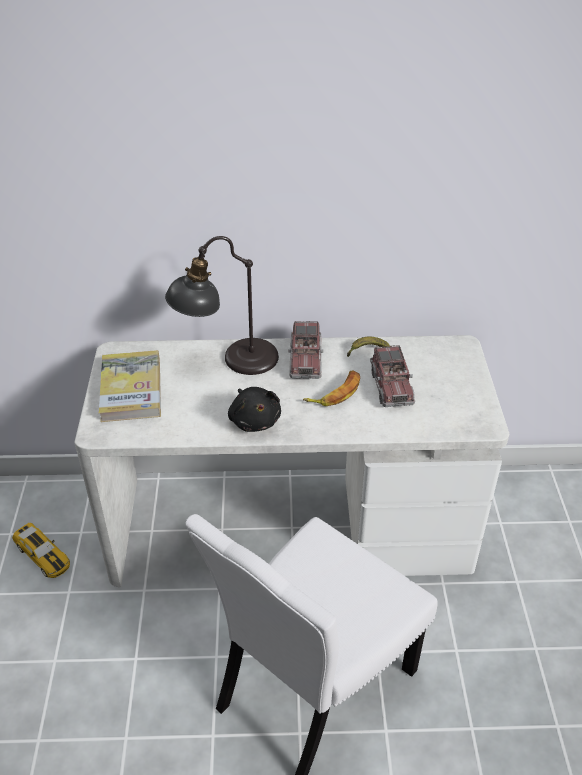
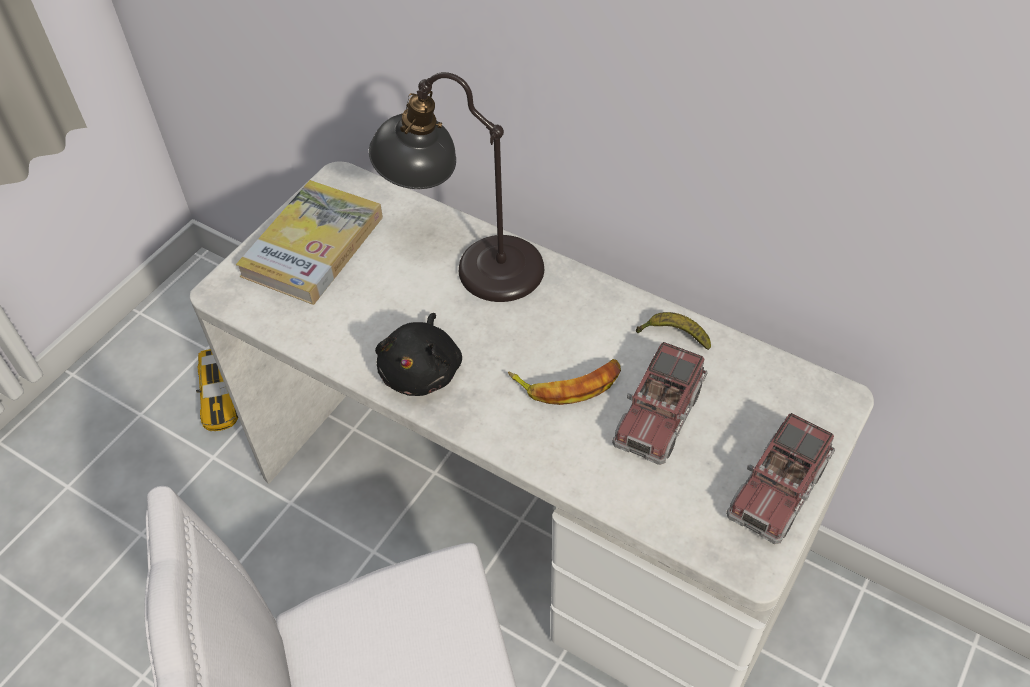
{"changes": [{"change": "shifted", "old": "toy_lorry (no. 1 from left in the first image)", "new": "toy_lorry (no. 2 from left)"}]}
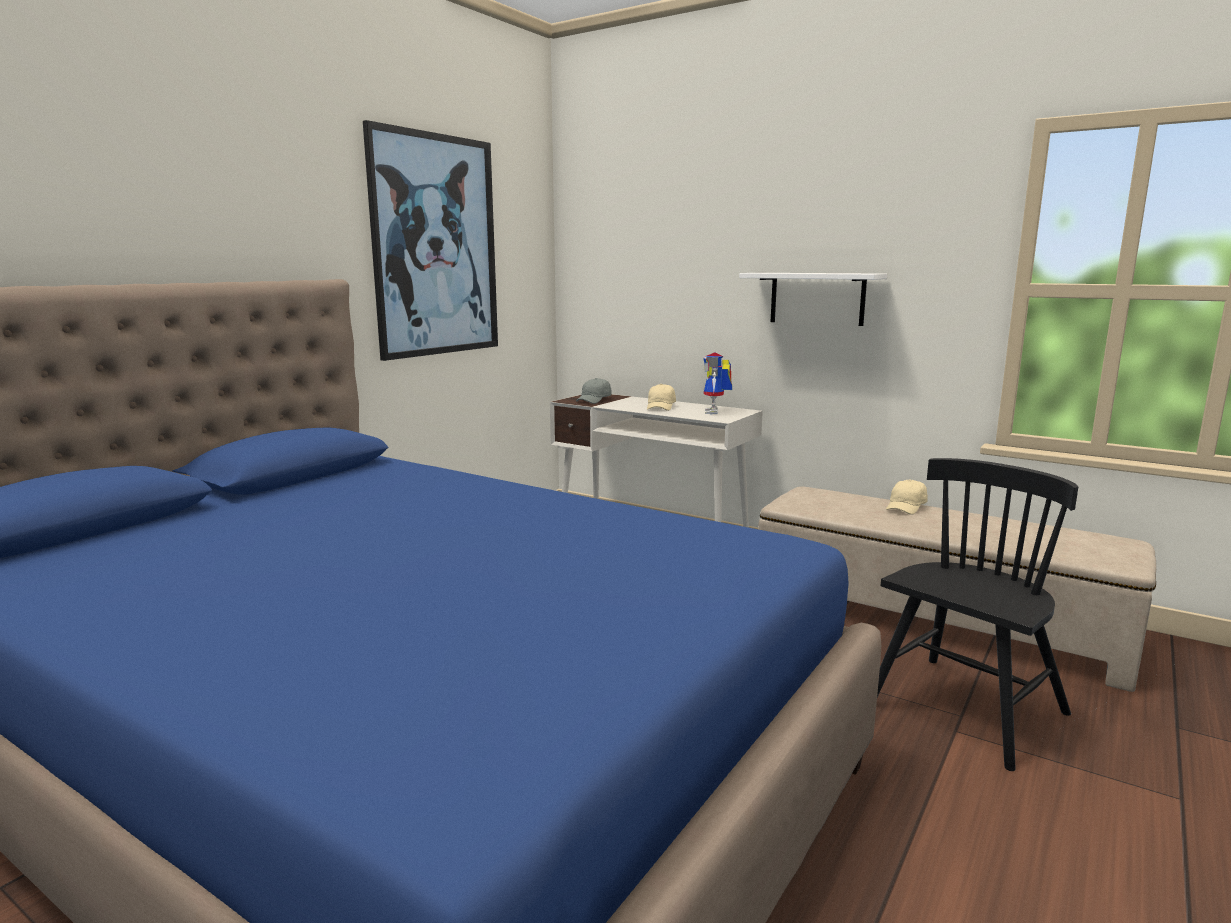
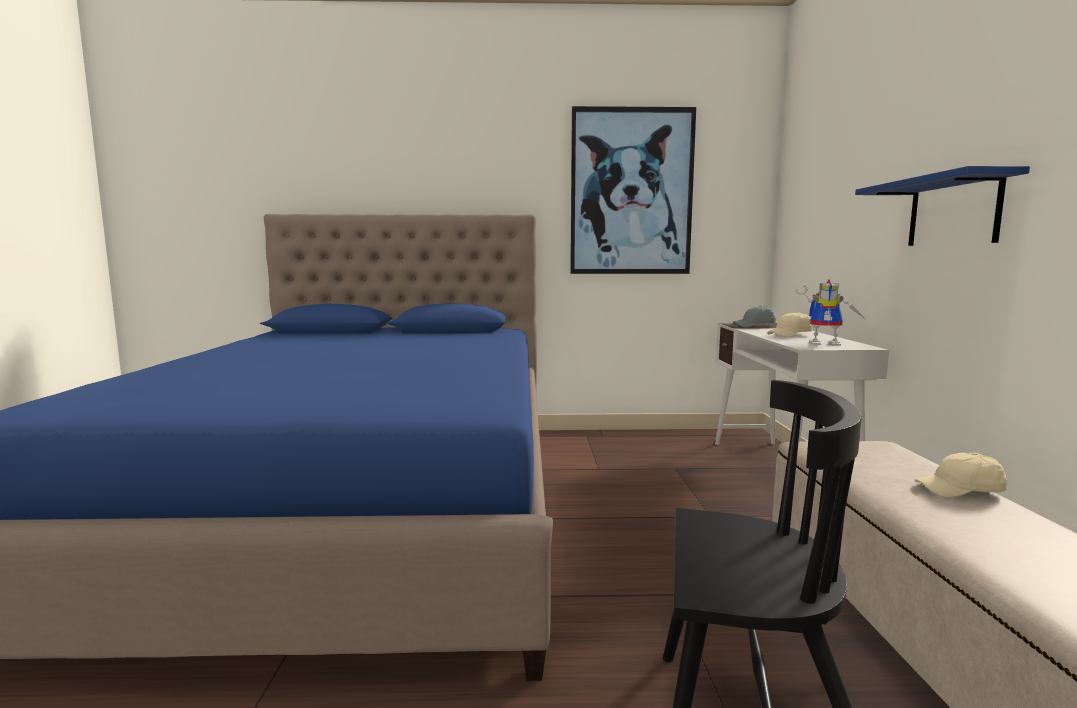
{"changes": [{"change": "rotated", "old": "robot_figure", "degrees": -135}, {"change": "repainted", "old": "white_wall_shelf", "new": "blue_wall_shelf"}]}
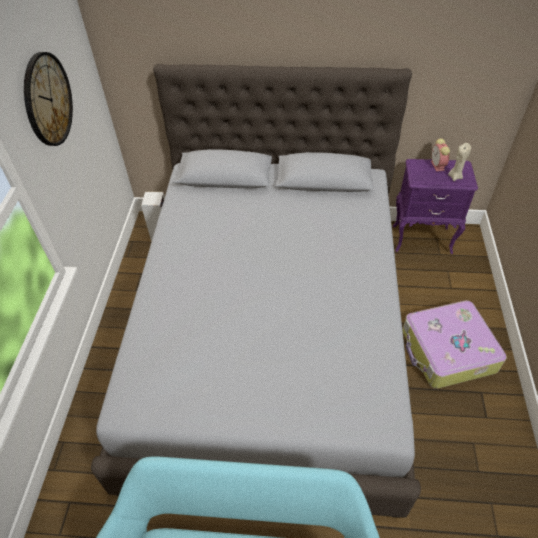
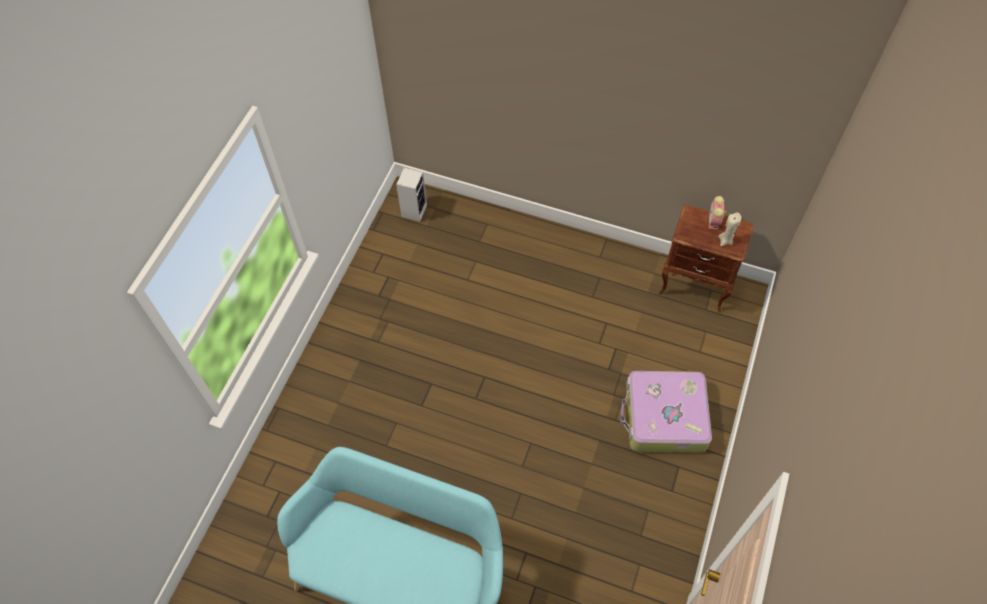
{"changes": [{"change": "gone", "old": "clock_on_the_wall"}, {"change": "gone", "old": "greyish_bed"}, {"change": "repainted", "old": "purple_nightstand", "new": "brown-coloured_nightstand"}]}
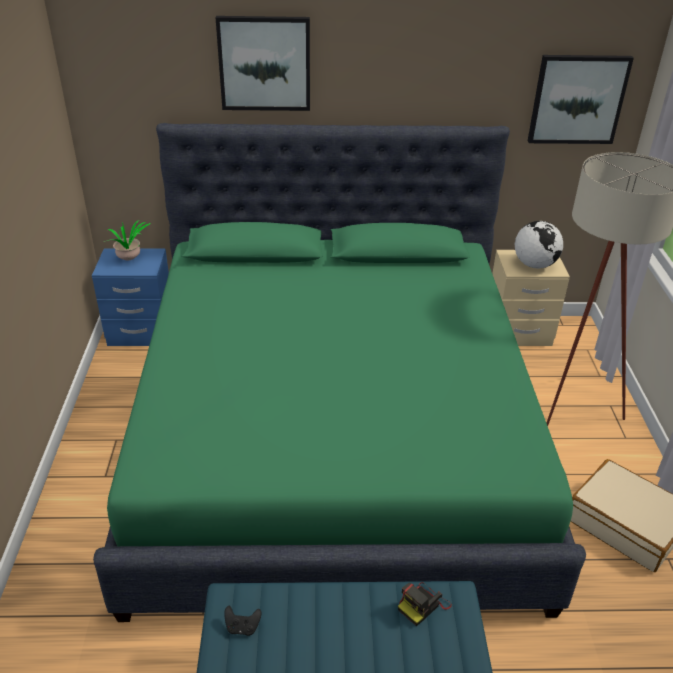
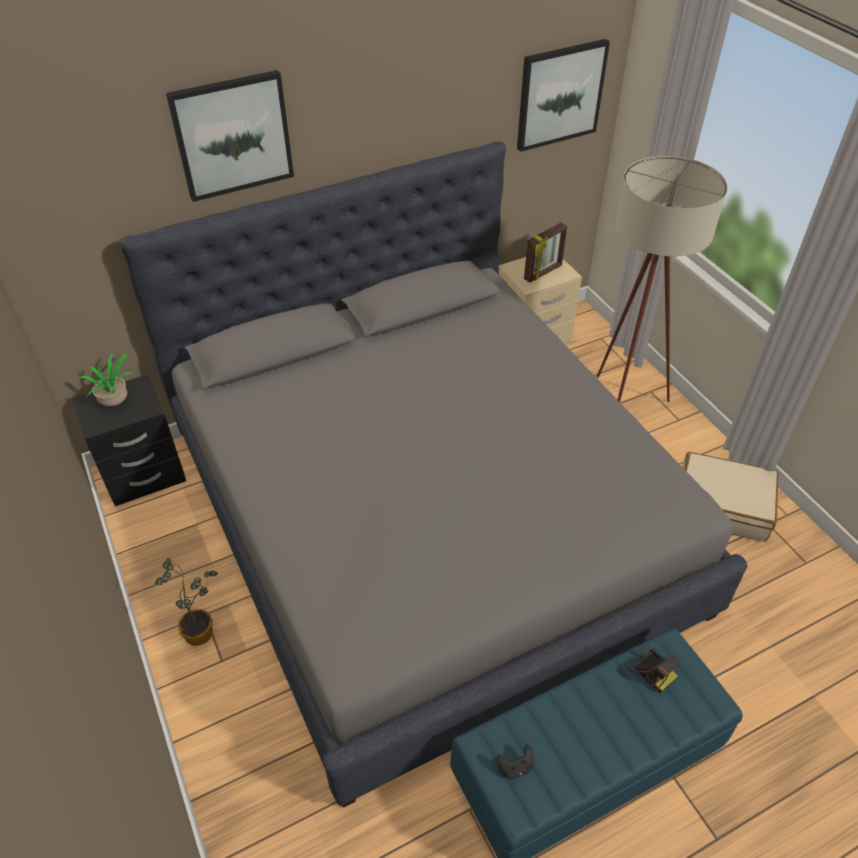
{"changes": [{"change": "repainted", "old": "blue_nightstand", "new": "black-coloured_nightstand"}, {"change": "repainted", "old": "greenish_bed", "new": "greyish_bed"}, {"change": "rotated", "old": "photo_camera", "degrees": -60}, {"change": "swapped", "old": "world_globe", "new": "photo_frame"}, {"change": "new", "new": "houseplant (no. 2 from left)"}]}
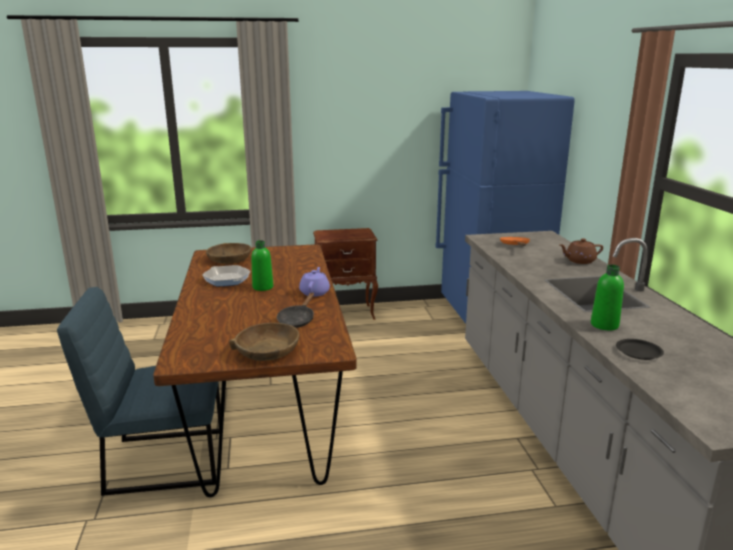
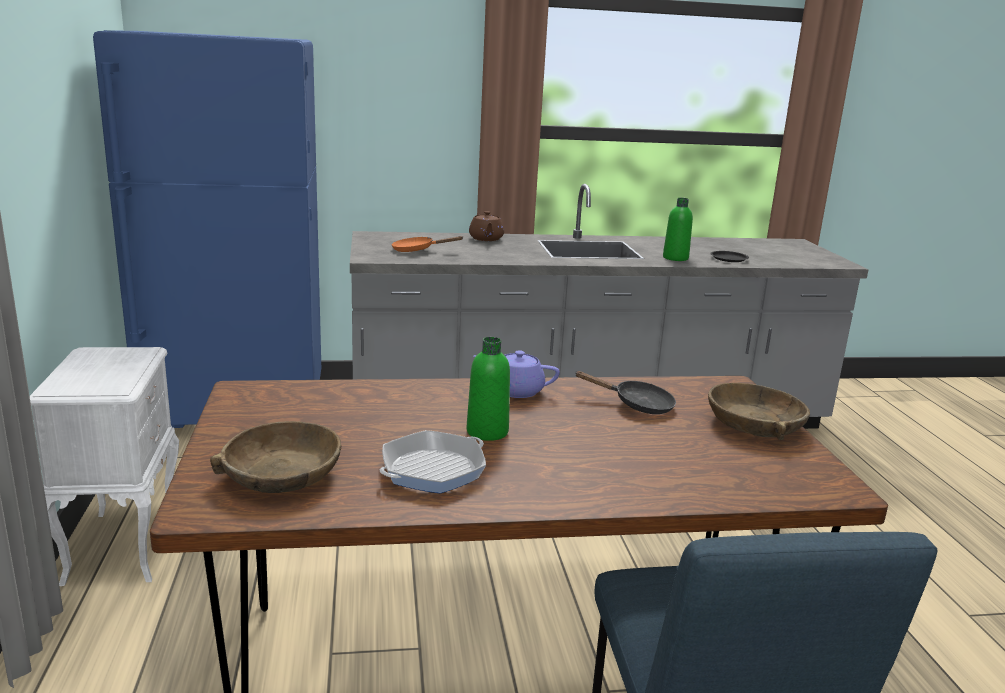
{"changes": [{"change": "repainted", "old": "brown-coloured_nightstand", "new": "white_nightstand"}]}
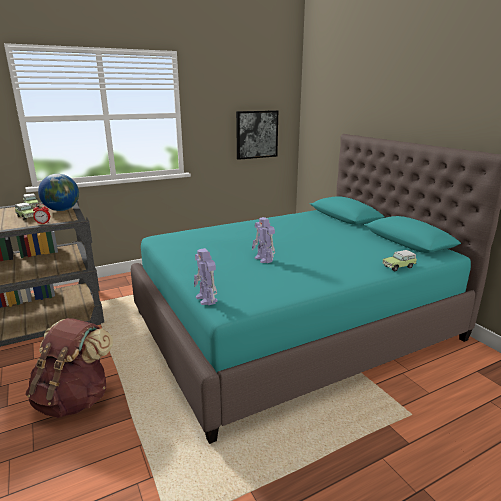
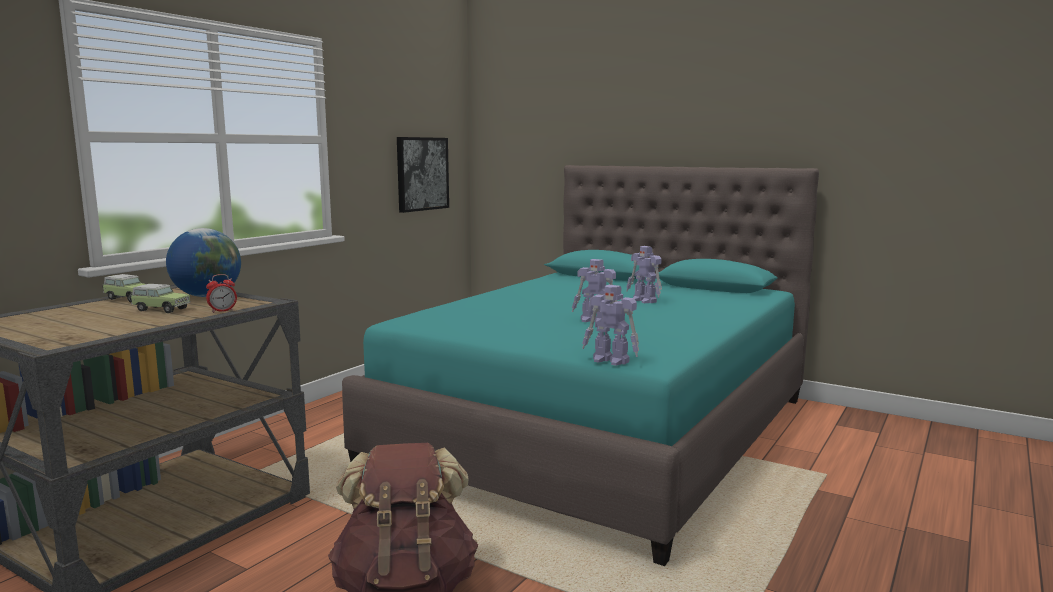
{"changes": [{"change": "gone", "old": "toy_car (no. 3 from left)"}, {"change": "new", "new": "robot_figure (no. 3 from left)"}]}
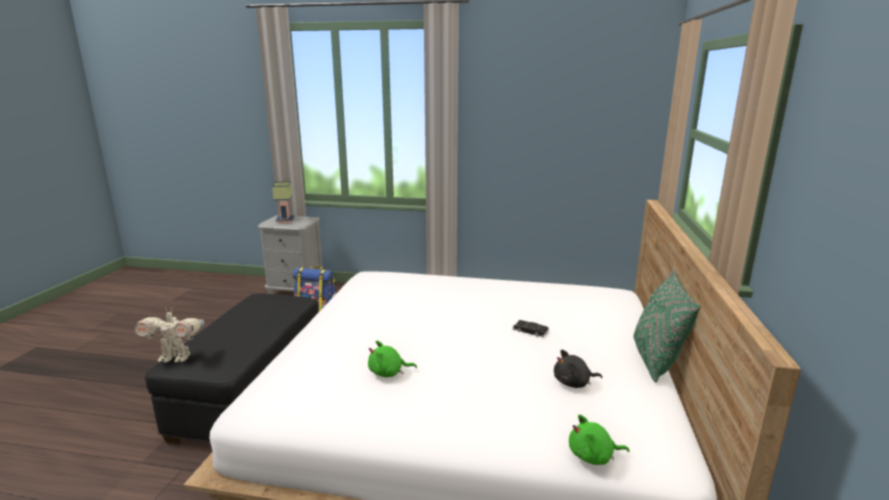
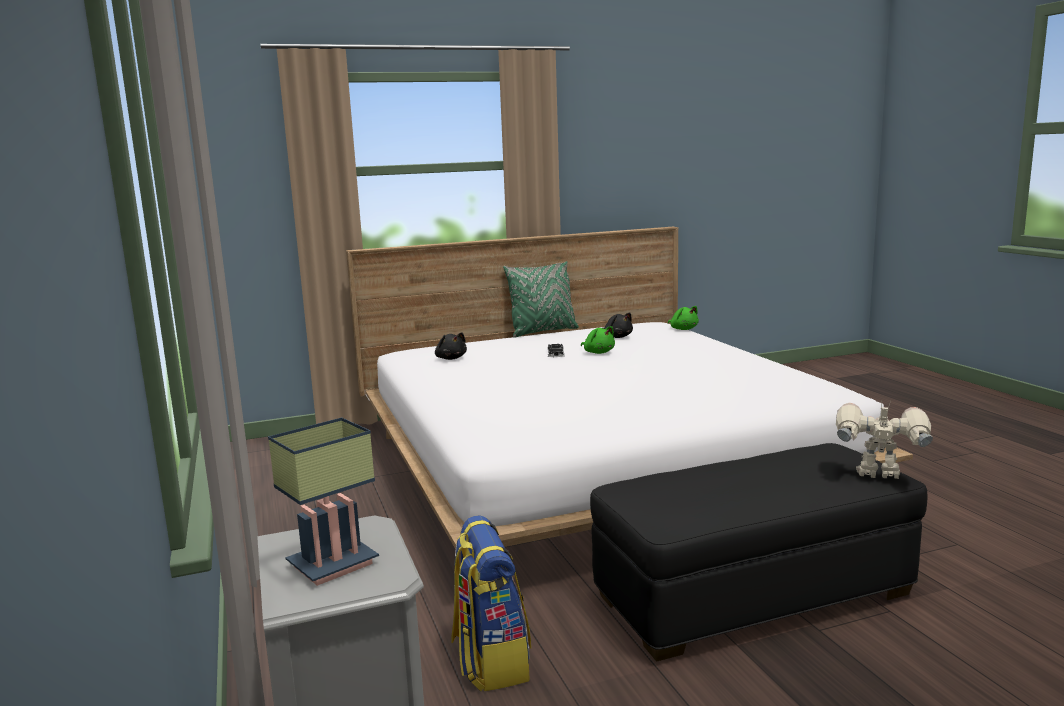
{"changes": [{"change": "rotated", "old": "robot_figure", "degrees": -45}, {"change": "shifted", "old": "greenish_soft_toy (no. 1 from left)"}, {"change": "new", "new": "black-coloured_soft_toy (no. 1 from left)"}]}
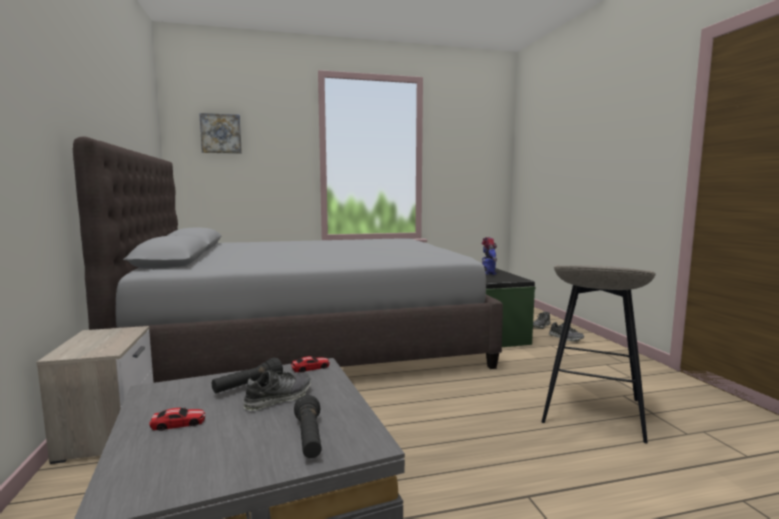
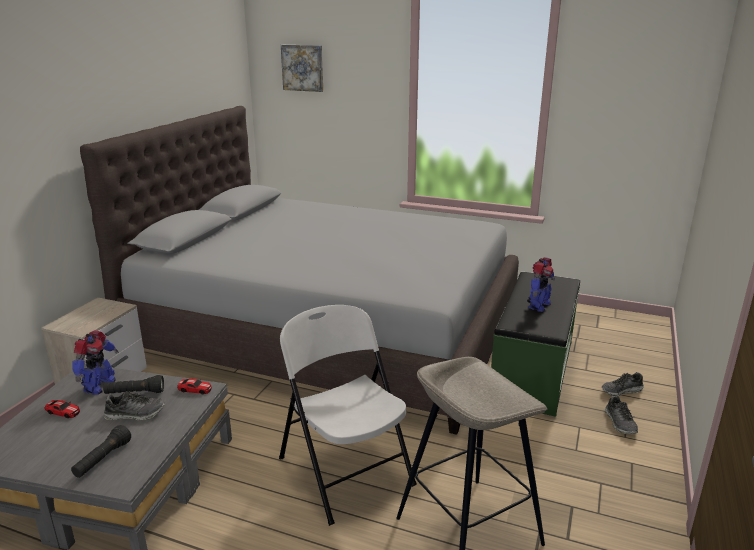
{"changes": [{"change": "new", "new": "robot_figure (no. 1 from left)"}, {"change": "new", "new": "white_upright_chair"}]}
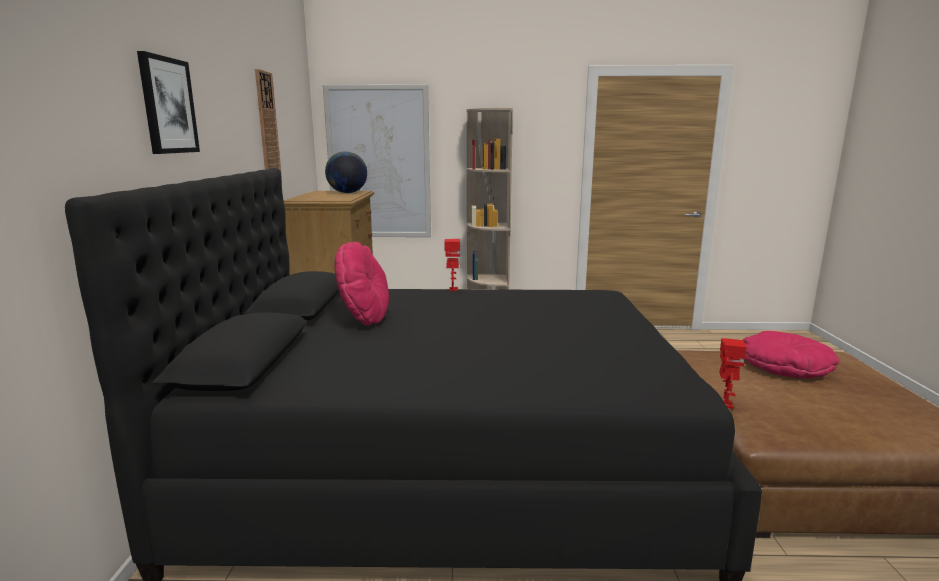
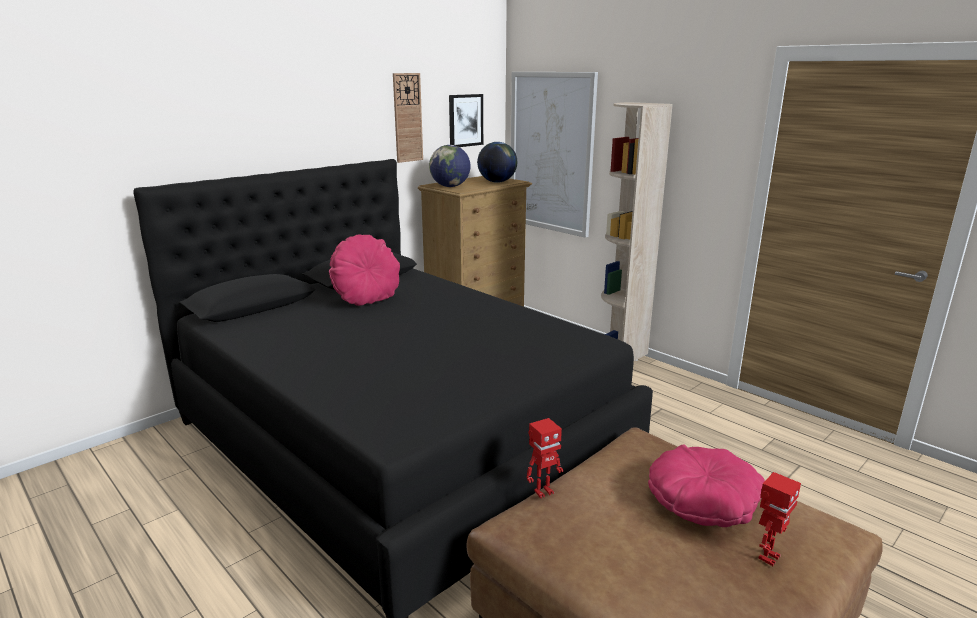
{"changes": [{"change": "shifted", "old": "wall_picture (no. 1 from left)"}, {"change": "shifted", "old": "robot_figure (no. 1 from left in the first image)", "new": "robot_figure (no. 2 from left)"}, {"change": "new", "new": "world_globe (no. 1 from left)"}]}
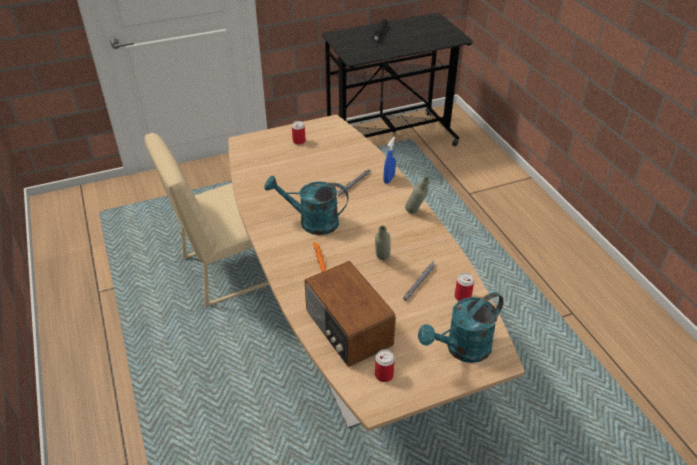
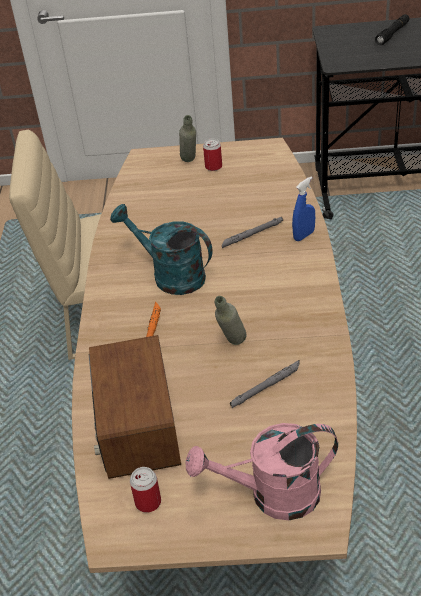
{"changes": [{"change": "shifted", "old": "greyish_drink_bottle (no. 2 from left in the first image)", "new": "greyish_drink_bottle (no. 1 from left)"}, {"change": "repainted", "old": "turquoise_watering_pot (no. 2 from left)", "new": "pink_watering_pot"}, {"change": "gone", "old": "sealed_can (no. 3 from left)"}]}
